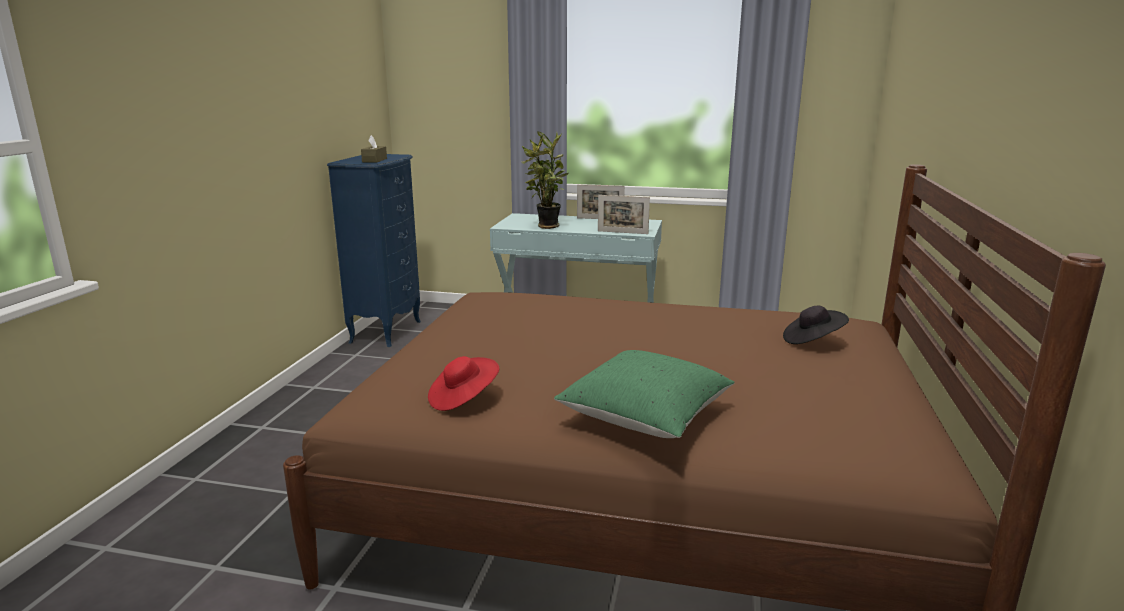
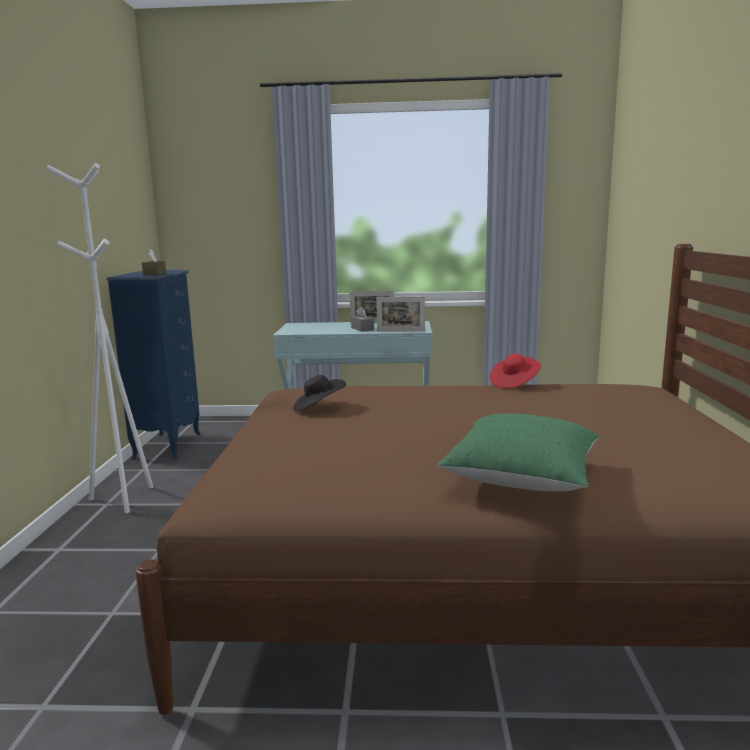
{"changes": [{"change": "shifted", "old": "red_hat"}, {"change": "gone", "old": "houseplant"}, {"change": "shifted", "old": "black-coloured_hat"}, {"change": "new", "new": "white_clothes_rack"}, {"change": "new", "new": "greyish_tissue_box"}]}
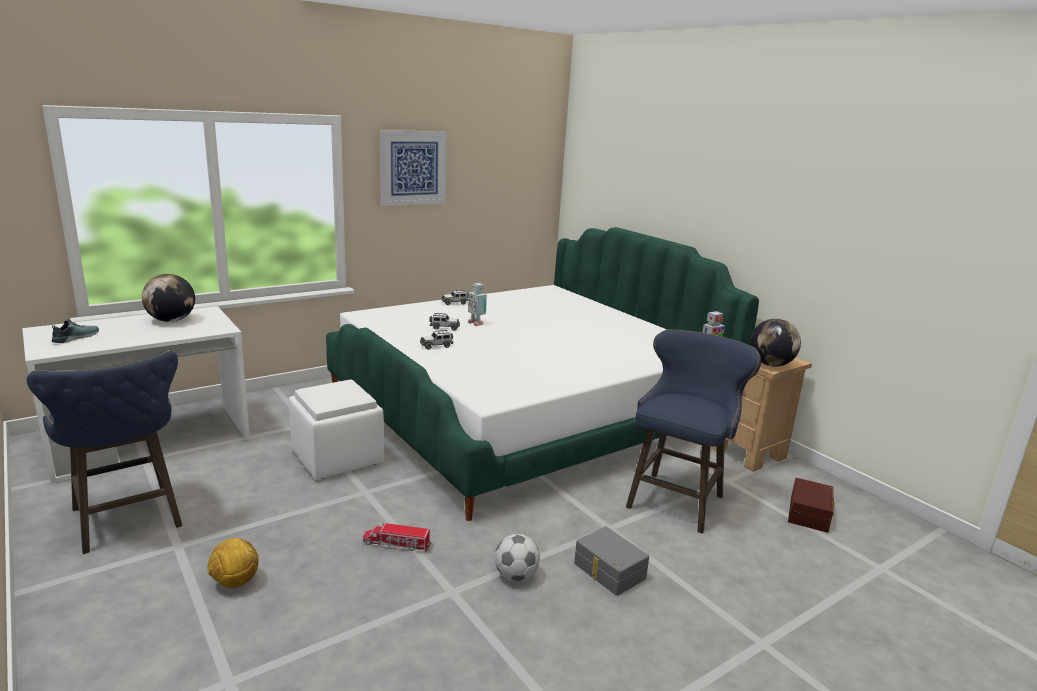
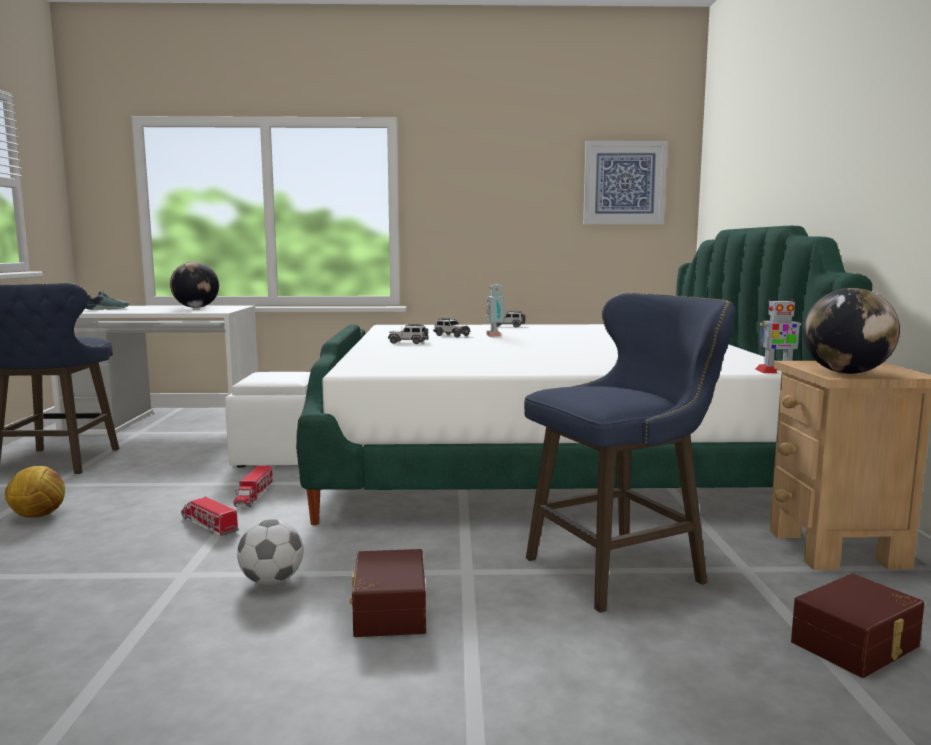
{"changes": [{"change": "shifted", "old": "wall_picture"}, {"change": "repainted", "old": "greyish_storage_bin", "new": "brown-coloured_storage_bin (no. 1 from left)"}, {"change": "new", "new": "toy_lorry (no. 2 from left)"}]}
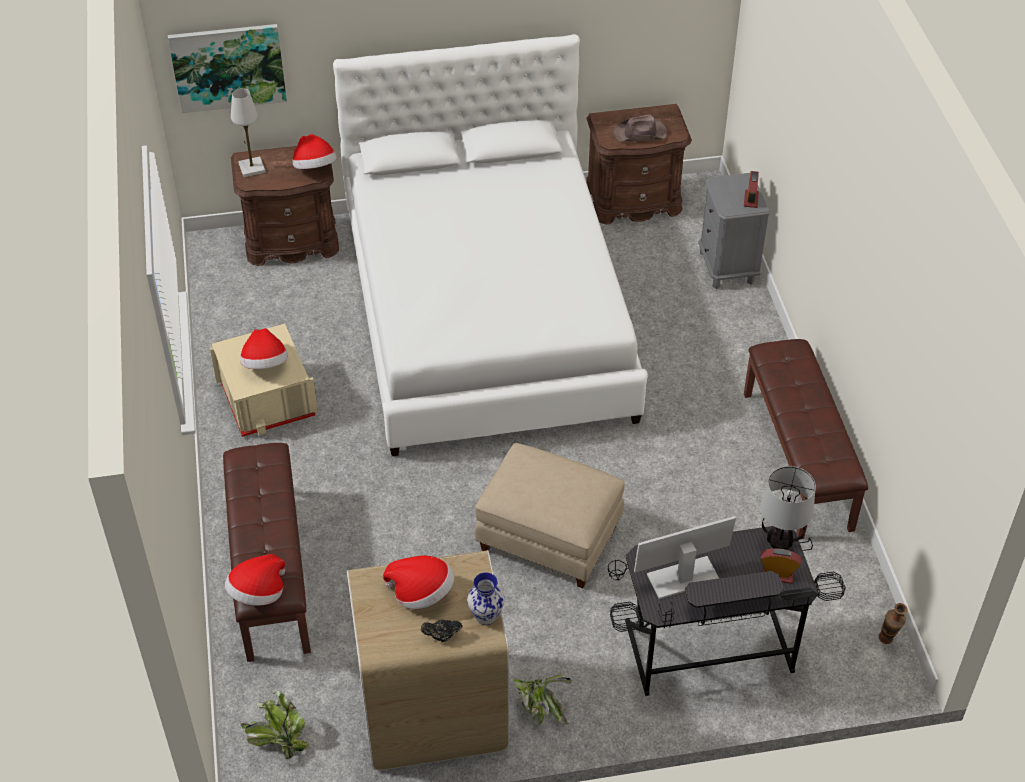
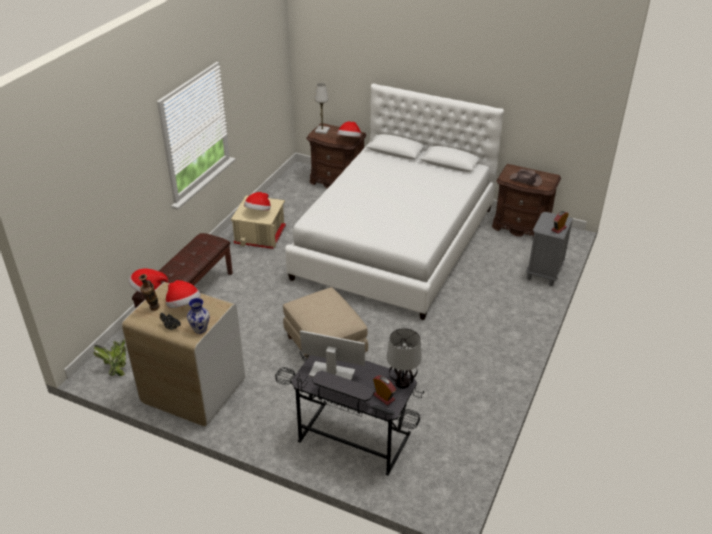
{"changes": [{"change": "gone", "old": "wall_picture"}, {"change": "gone", "old": "houseplant (no. 2 from left)"}, {"change": "gone", "old": "brown-coloured_indoor_bench (no. 2 from left)"}, {"change": "shifted", "old": "flower_vase (no. 2 from left in the first image)", "new": "flower_vase (no. 1 from left)"}]}
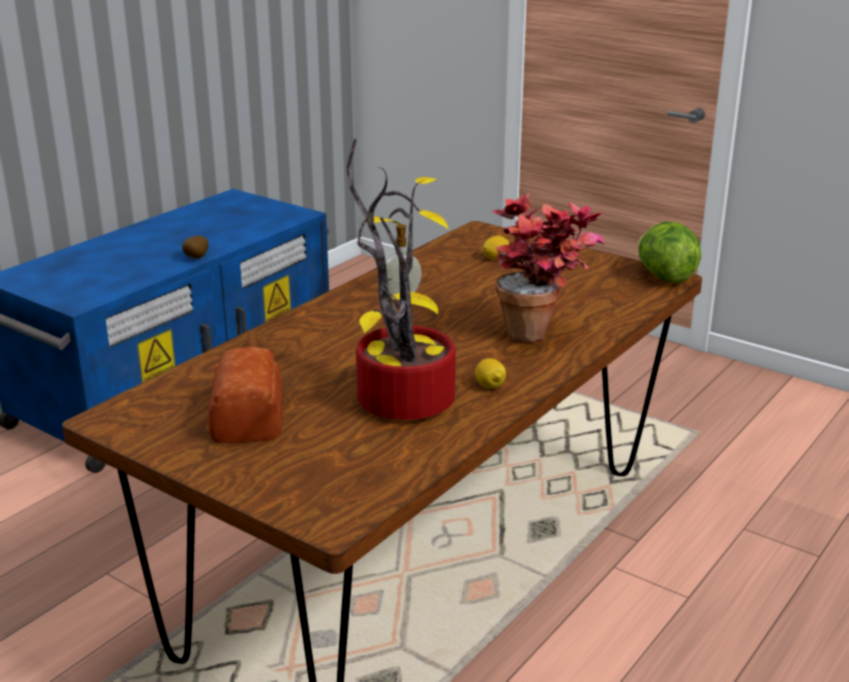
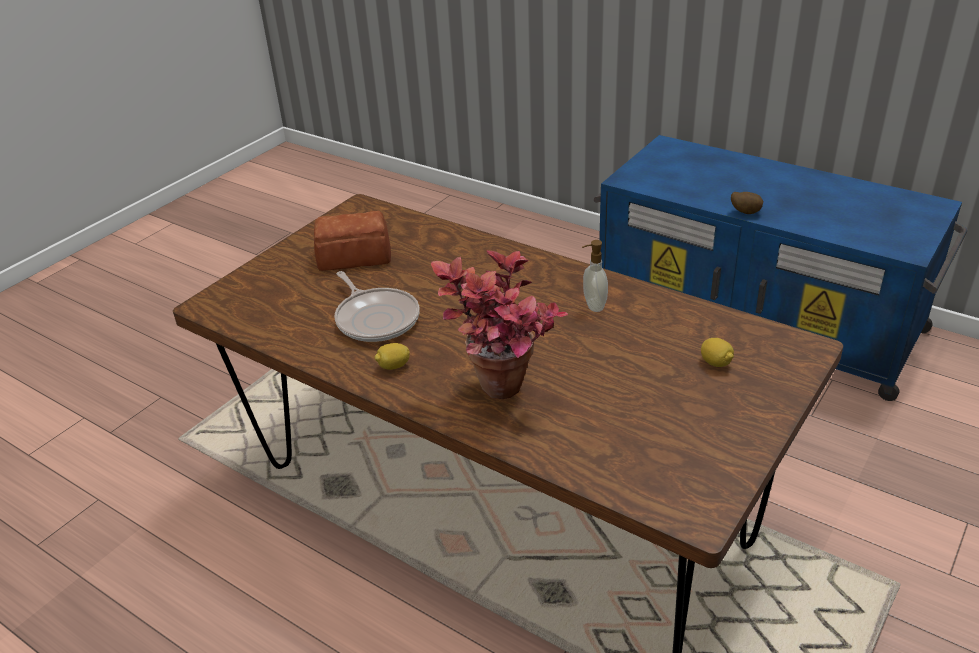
{"changes": [{"change": "swapped", "old": "houseplant (no. 1 from left)", "new": "frying_pan"}, {"change": "gone", "old": "lettuce"}]}
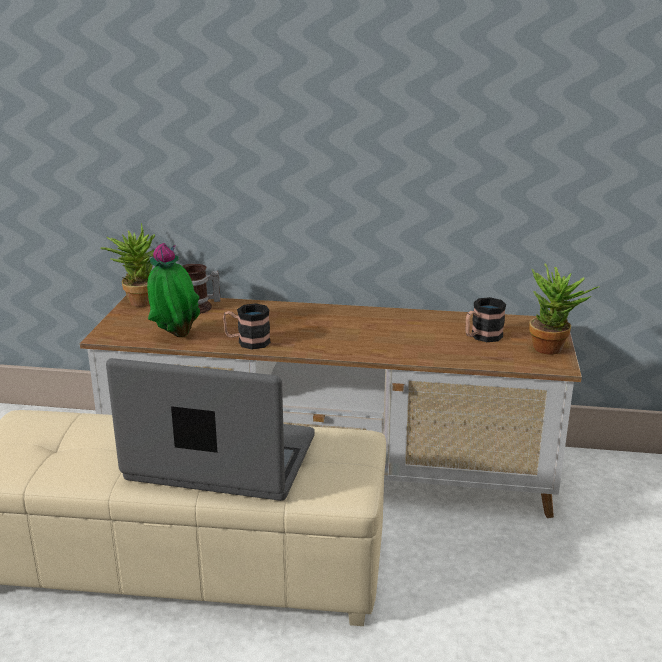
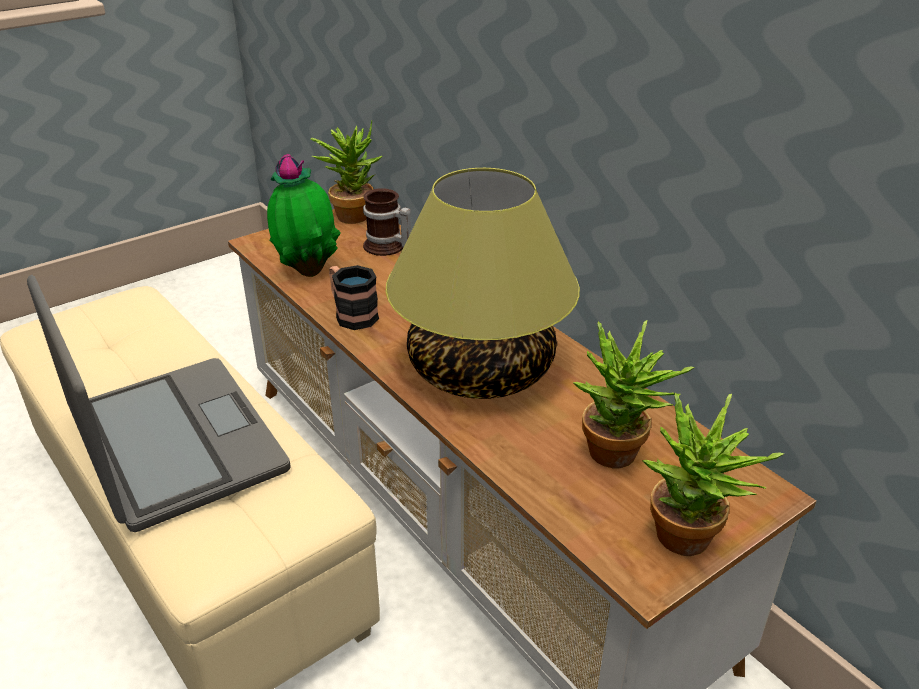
{"changes": [{"change": "swapped", "old": "mug (no. 3 from left)", "new": "houseplant (no. 3 from left)"}, {"change": "new", "new": "table_lamp"}]}
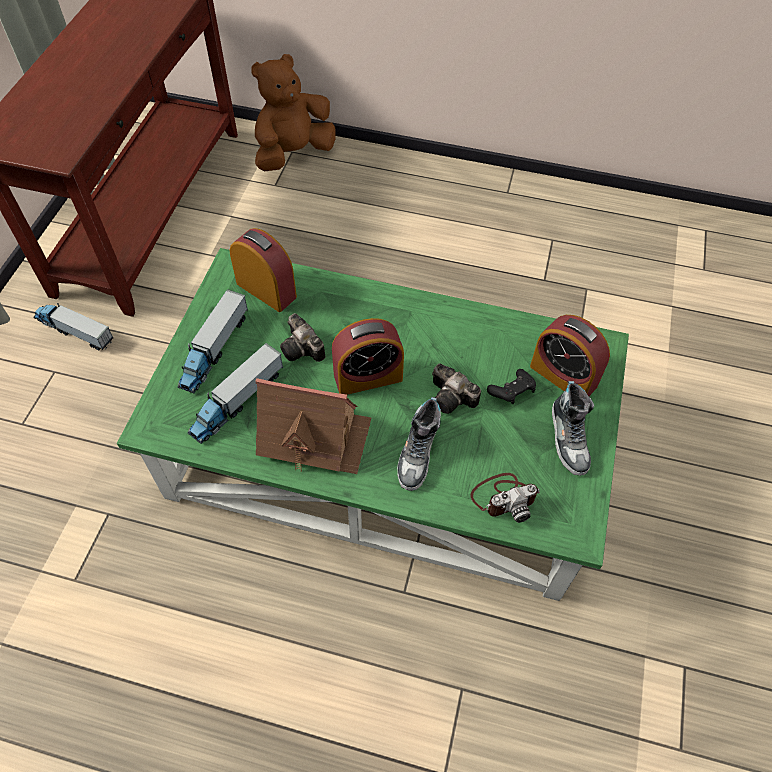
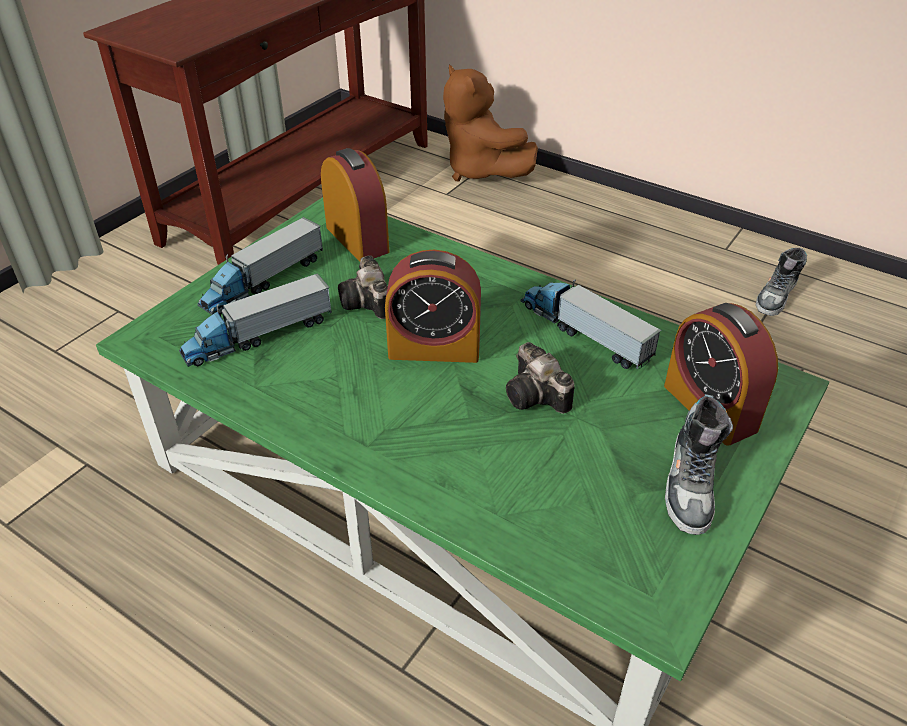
{"changes": [{"change": "shifted", "old": "toy_lorry (no. 1 from left in the first image)", "new": "toy_lorry (no. 3 from left)"}, {"change": "rotated", "old": "brown-coloured_soft_toy", "degrees": -105}, {"change": "gone", "old": "miniature_house"}, {"change": "shifted", "old": "item_of_footwear (no. 1 from left in the first image)", "new": "item_of_footwear (no. 2 from left)"}, {"change": "gone", "old": "photo_camera (no. 3 from left)"}, {"change": "gone", "old": "black-coloured_joypad"}]}
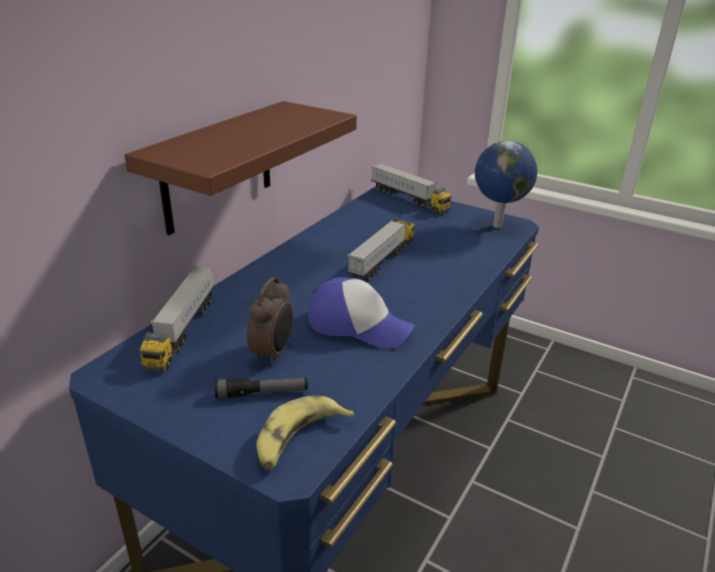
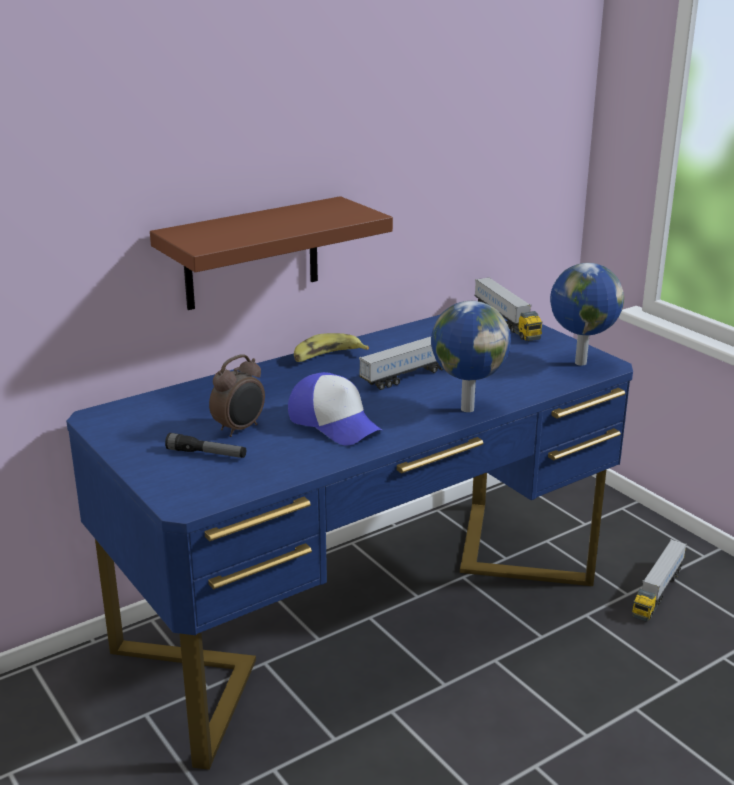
{"changes": [{"change": "shifted", "old": "toy_lorry (no. 1 from left in the first image)", "new": "toy_lorry (no. 3 from left)"}, {"change": "shifted", "old": "banana_fruit"}, {"change": "new", "new": "world_globe (no. 1 from left)"}]}
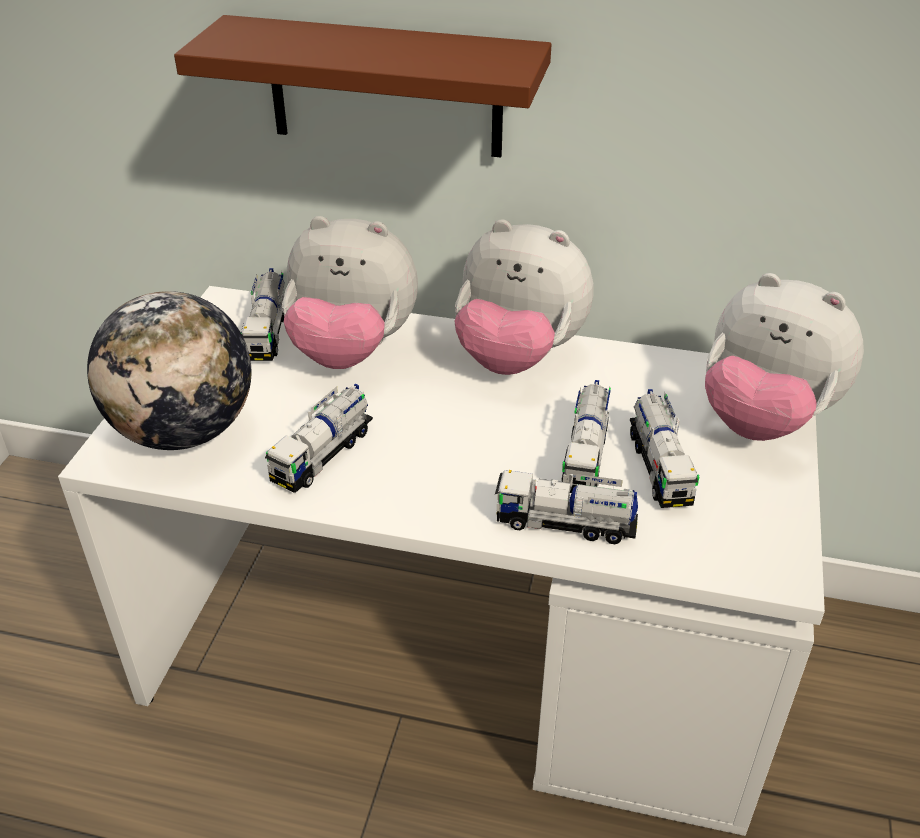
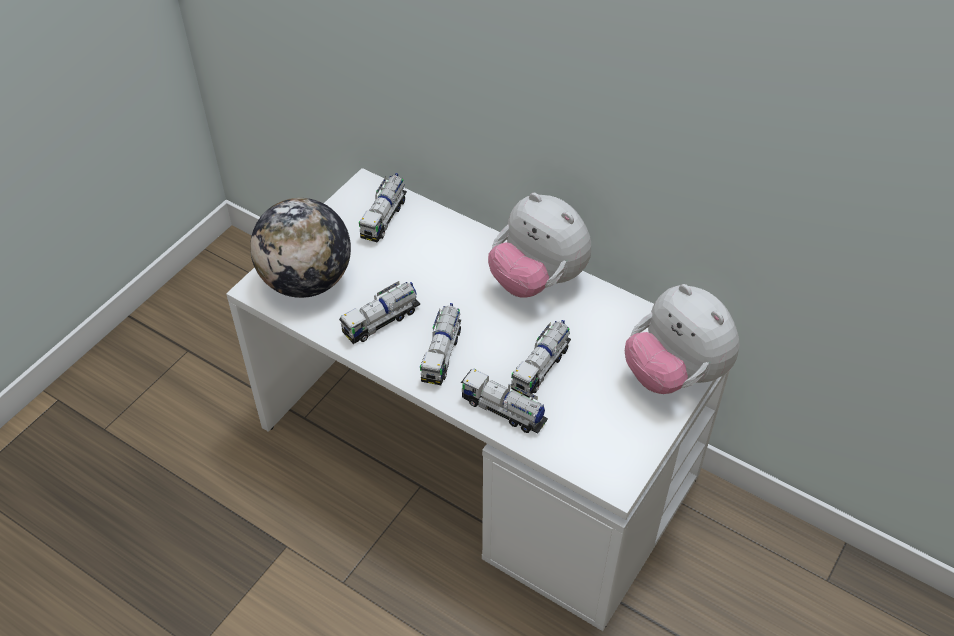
{"changes": [{"change": "gone", "old": "brown-coloured_wall_shelf"}, {"change": "gone", "old": "soft_toy (no. 1 from left)"}, {"change": "shifted", "old": "toy_lorry (no. 5 from left in the first image)", "new": "toy_lorry (no. 3 from left)"}]}
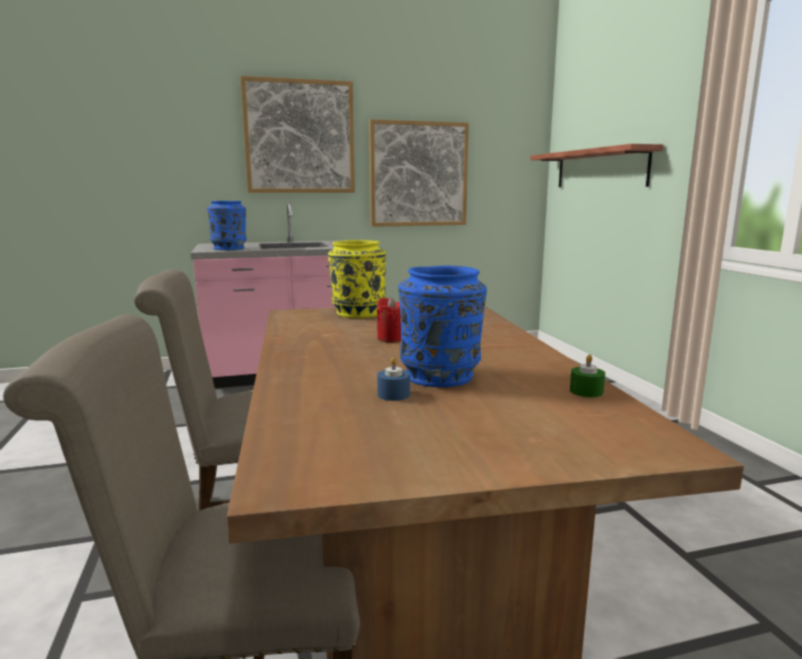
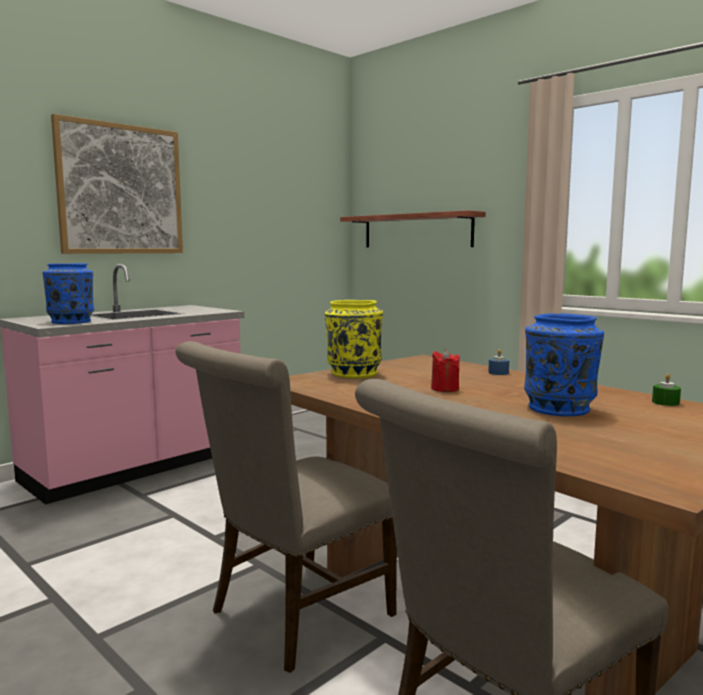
{"changes": [{"change": "gone", "old": "wall_picture (no. 2 from left)"}, {"change": "shifted", "old": "blue_wax_light"}]}
